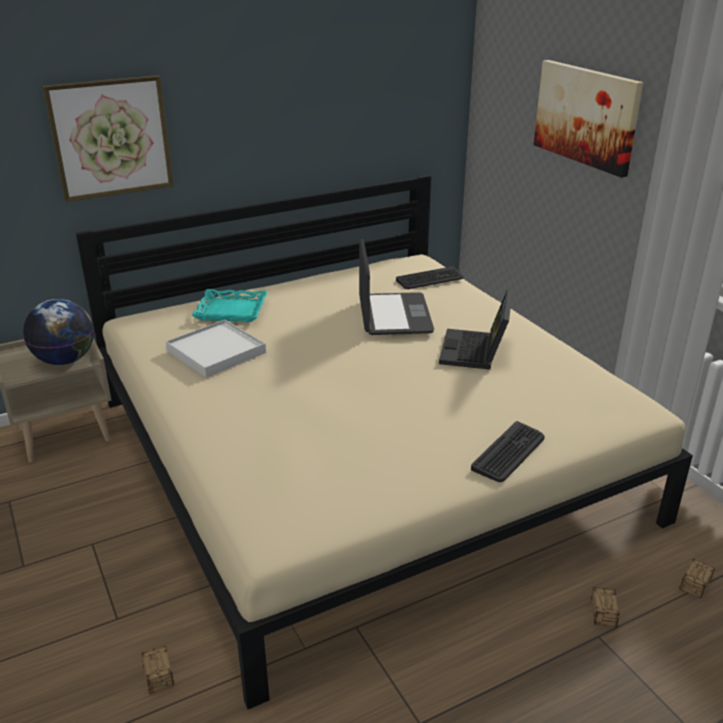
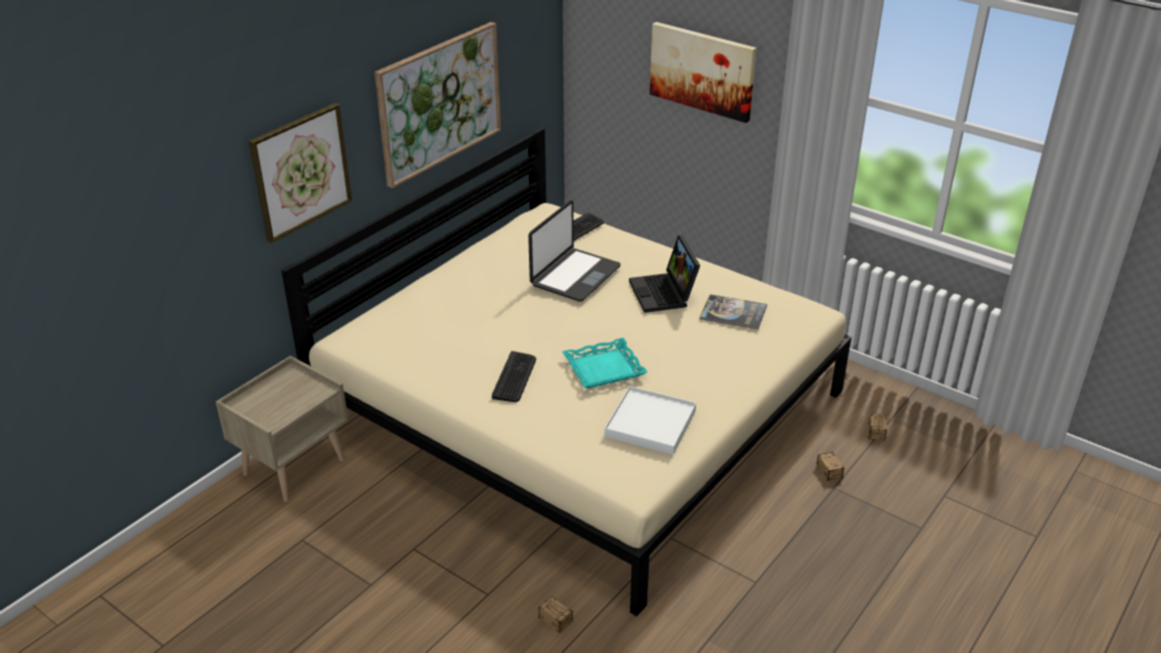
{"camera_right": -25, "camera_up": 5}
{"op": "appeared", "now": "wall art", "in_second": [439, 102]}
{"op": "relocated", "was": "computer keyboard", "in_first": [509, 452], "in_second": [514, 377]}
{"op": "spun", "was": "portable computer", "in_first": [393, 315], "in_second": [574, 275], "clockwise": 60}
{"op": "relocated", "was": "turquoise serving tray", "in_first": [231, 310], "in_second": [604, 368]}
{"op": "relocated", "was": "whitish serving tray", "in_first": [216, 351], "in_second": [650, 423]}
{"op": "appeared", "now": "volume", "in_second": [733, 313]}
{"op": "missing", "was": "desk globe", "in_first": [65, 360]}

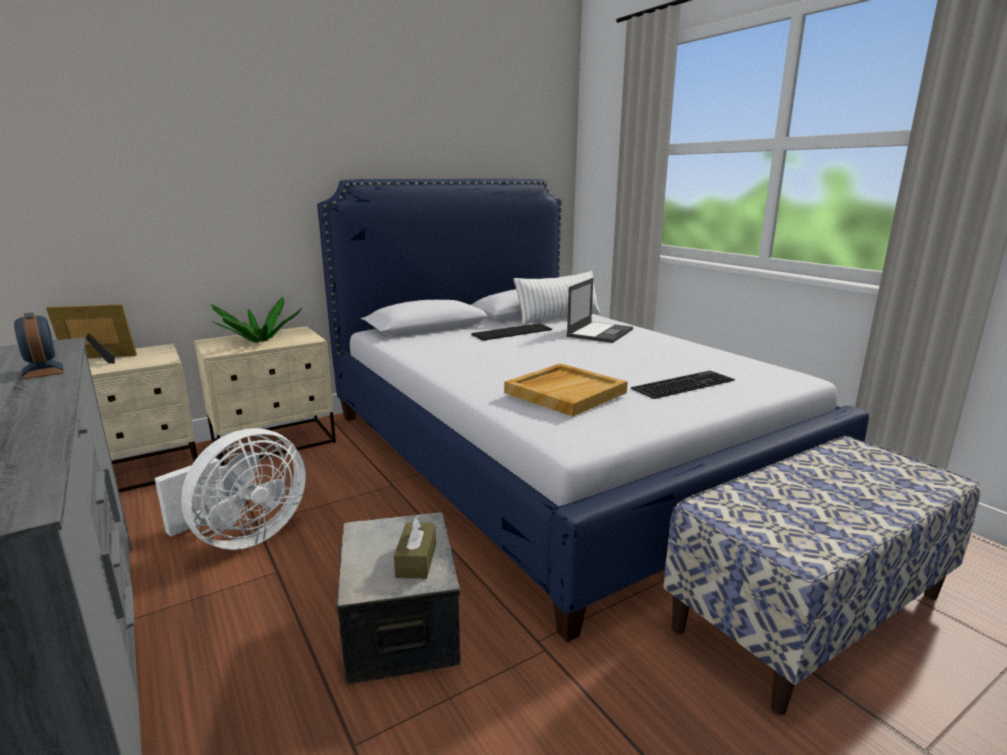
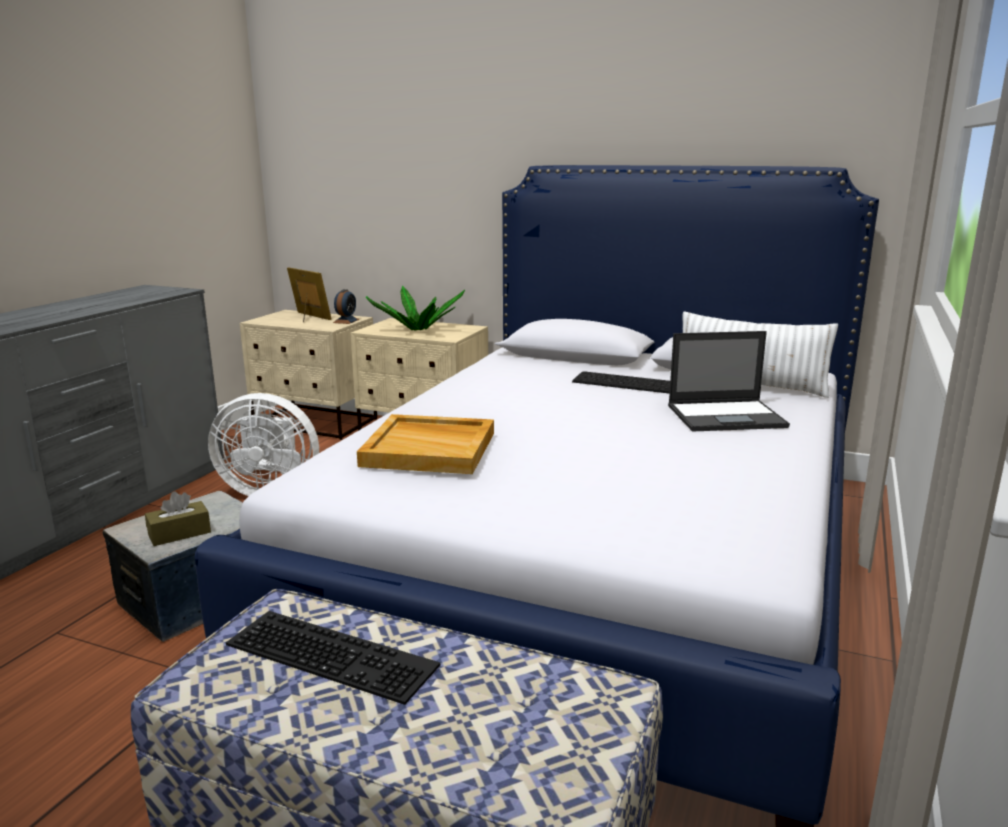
{"camera_right": 55, "camera_up": 0}
{"op": "relocated", "was": "computer keyboard", "in_first": [682, 383], "in_second": [335, 653]}
{"op": "relocated", "was": "alarm clock", "in_first": [43, 371], "in_second": [346, 321]}

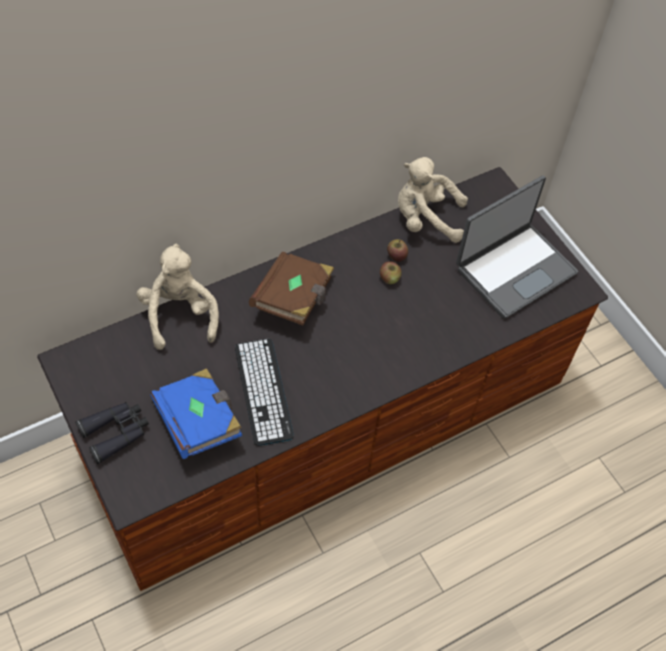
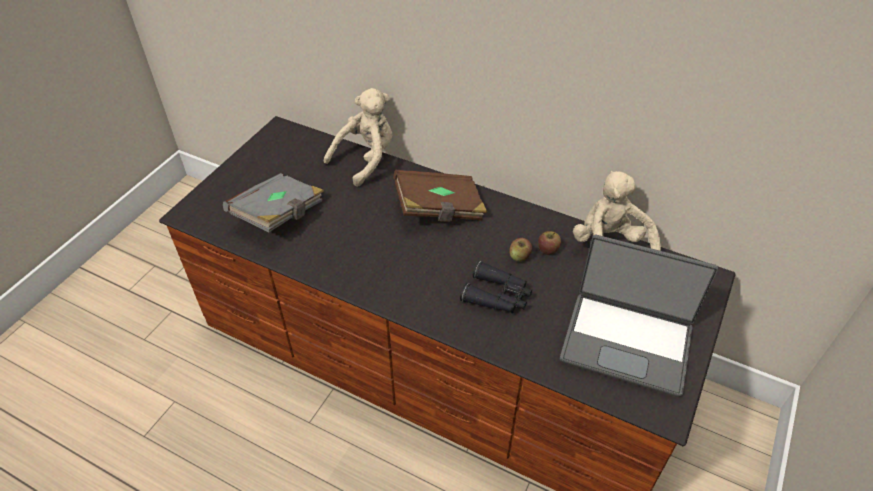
{"camera_right": 60, "camera_up": -10}
{"op": "colour", "was": "blue-coloured volume", "now": "grey volume", "in_first": [199, 421], "in_second": [279, 215]}
{"op": "relocated", "was": "black binoculars", "in_first": [116, 432], "in_second": [497, 296]}
{"op": "missing", "was": "computer keyboard", "in_first": [263, 391]}

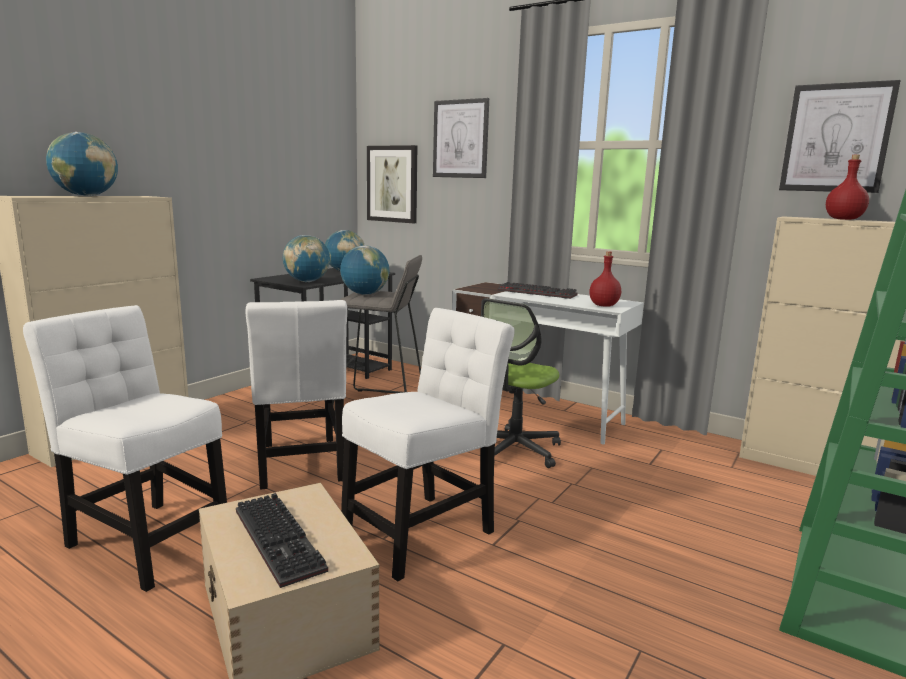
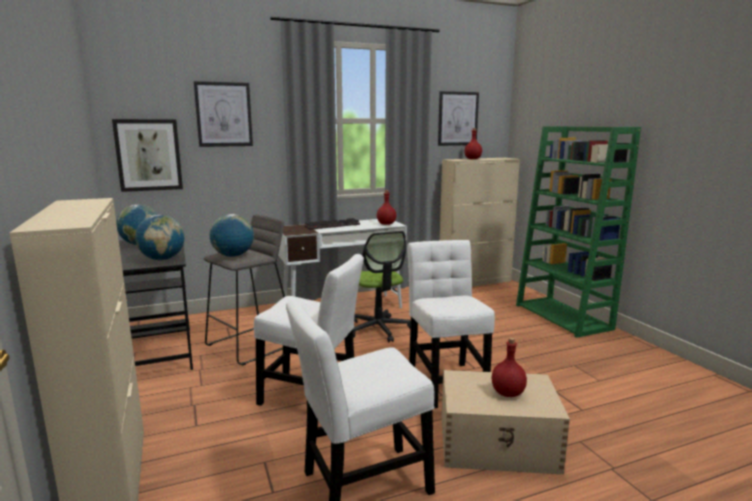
{"camera_right": -55, "camera_up": 0}
{"op": "exchanged", "was": "computer keyboard", "now": "reddish beverage bottle", "in_first": [282, 540], "in_second": [508, 393]}
{"op": "missing", "was": "desk globe", "in_first": [86, 196]}

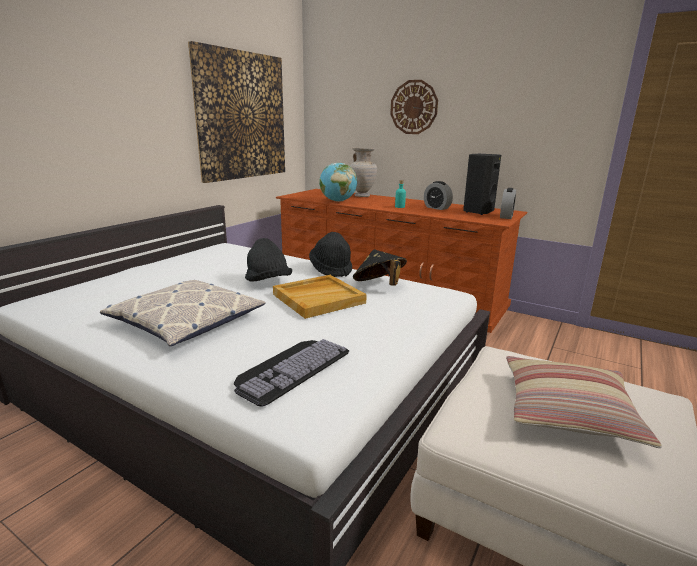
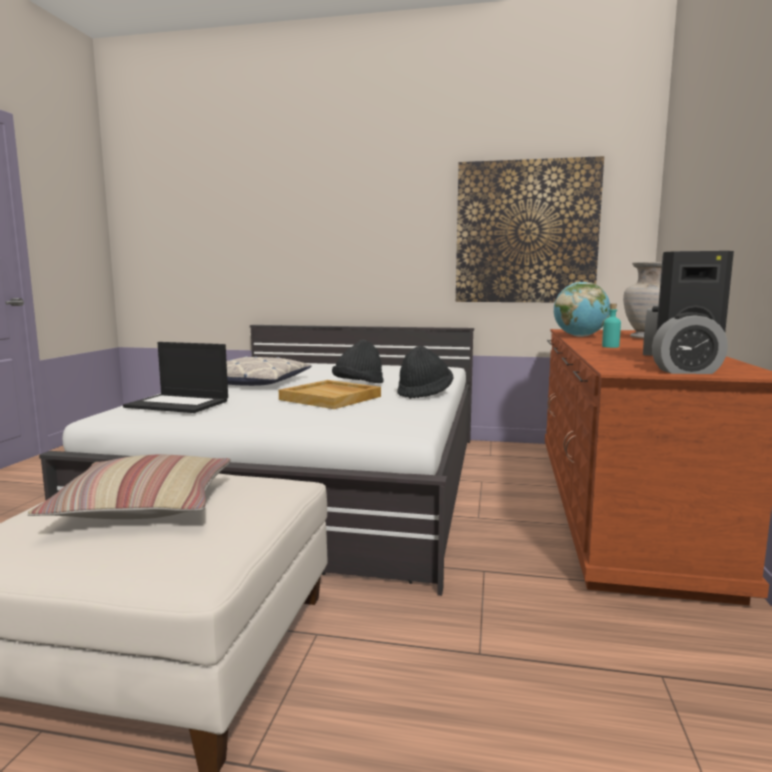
{"camera_right": 70, "camera_up": -10}
{"op": "exchanged", "was": "computer keyboard", "now": "portable computer", "in_first": [291, 367], "in_second": [179, 404]}
{"op": "missing", "was": "black wearable hat", "in_first": [379, 286]}
{"op": "missing", "was": "hanging clock", "in_first": [414, 107]}

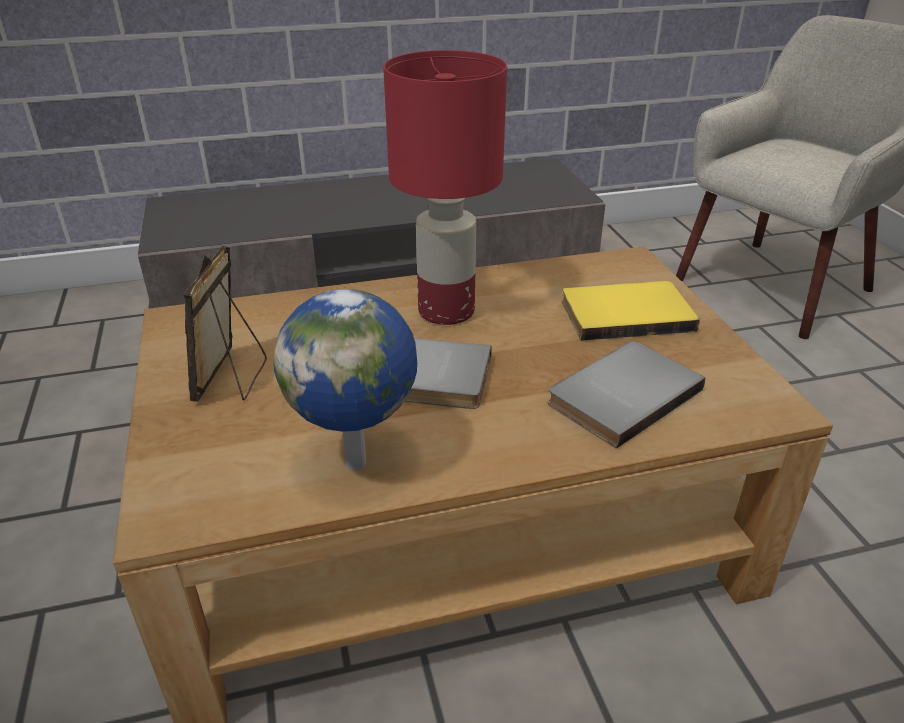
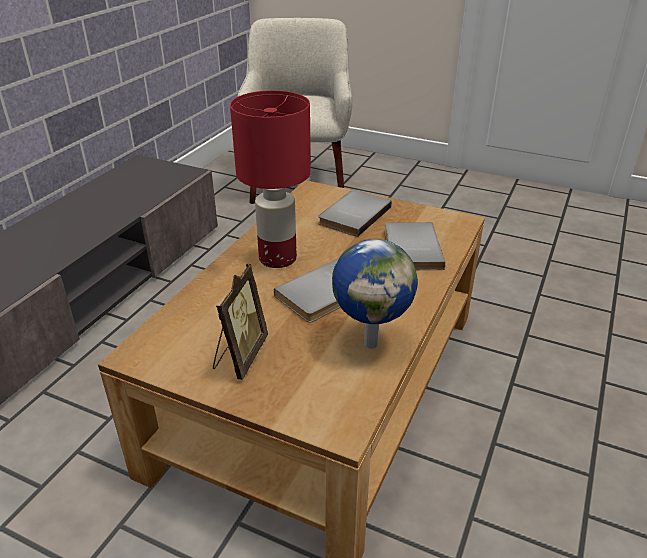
{"camera_right": -50, "camera_up": 0}
{"op": "spun", "was": "standing frame", "in_first": [233, 379], "in_second": [240, 356], "clockwise": -120}
{"op": "colour", "was": "yellowish volume", "now": "grey volume", "in_first": [625, 313], "in_second": [352, 215]}

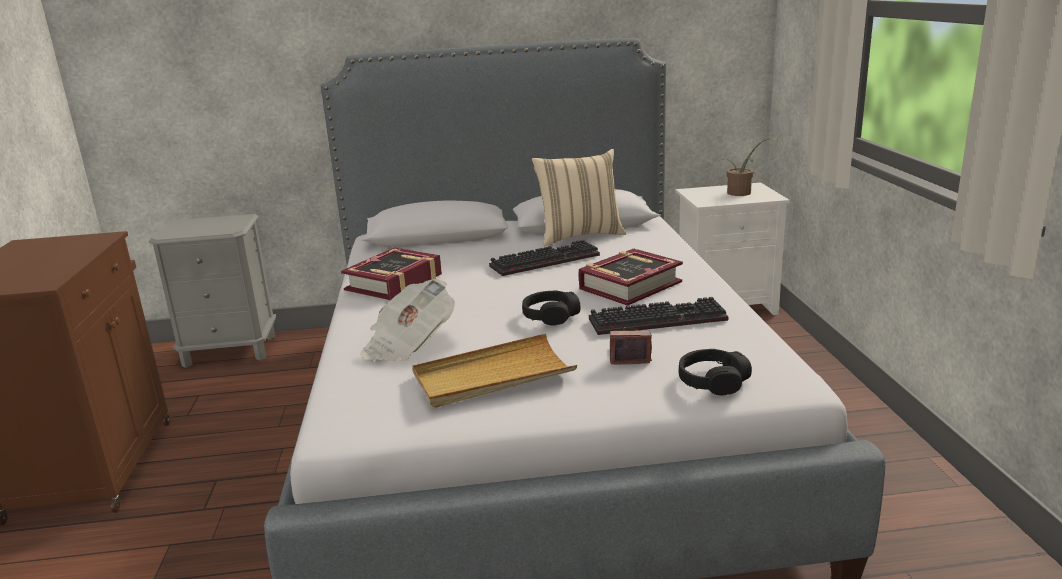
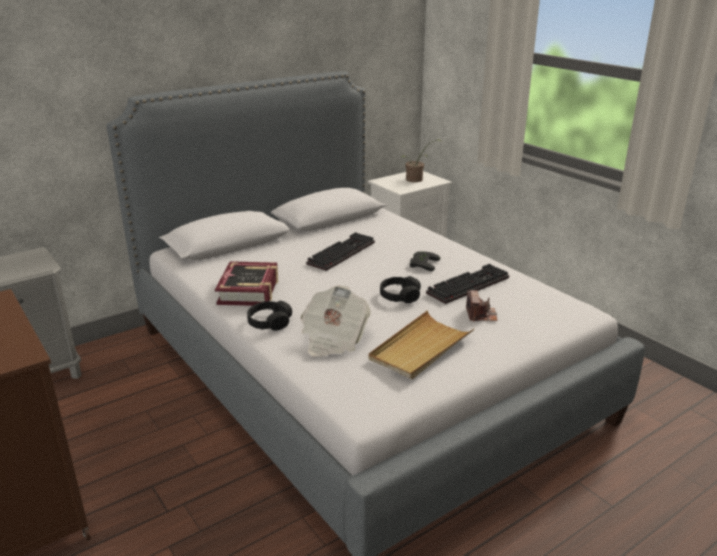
{"camera_right": -30, "camera_up": 5}
{"op": "relocated", "was": "black headphones", "in_first": [713, 381], "in_second": [269, 322]}
{"op": "exchanged", "was": "volume", "now": "black gamepad", "in_first": [629, 285], "in_second": [422, 263]}
{"op": "spun", "was": "photo camera", "in_first": [628, 356], "in_second": [481, 315], "clockwise": 120}
{"op": "missing", "was": "sand-coloured throw pillow", "in_first": [579, 236]}

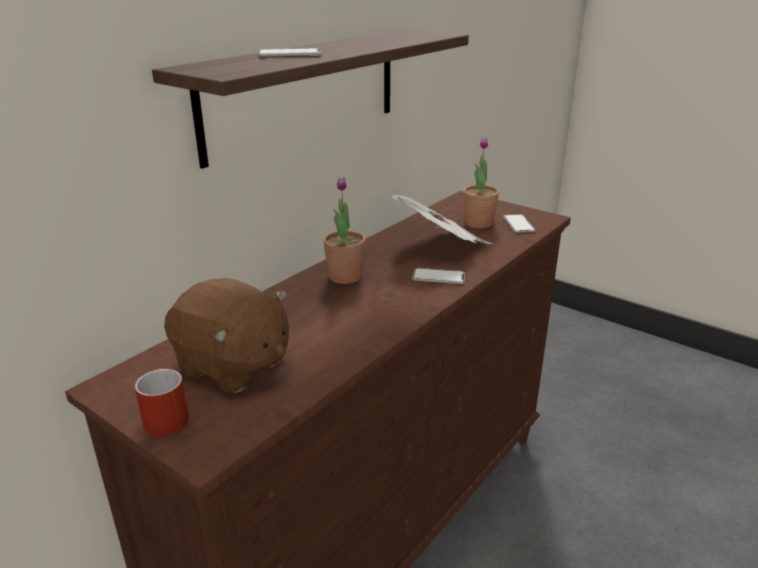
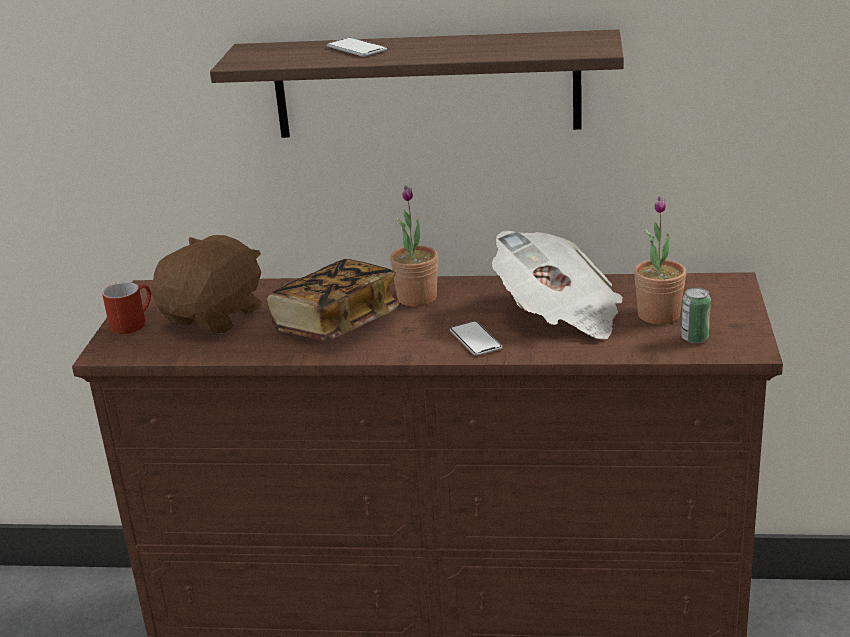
{"camera_right": 60, "camera_up": 0}
{"op": "spun", "was": "brown-coloured cuddly toy", "in_first": [233, 365], "in_second": [215, 316], "clockwise": -150}
{"op": "appeared", "now": "volume", "in_second": [336, 324]}
{"op": "exchanged", "was": "telephone", "now": "can", "in_first": [518, 224], "in_second": [694, 338]}

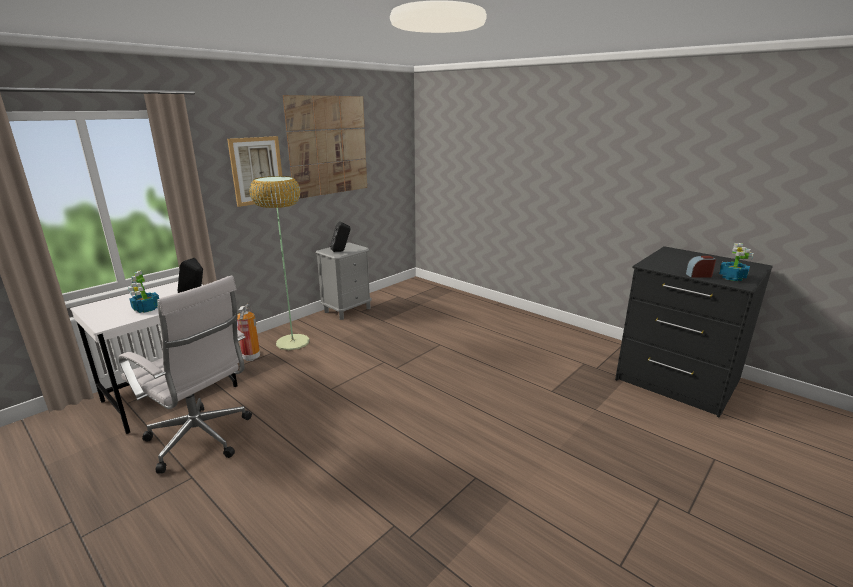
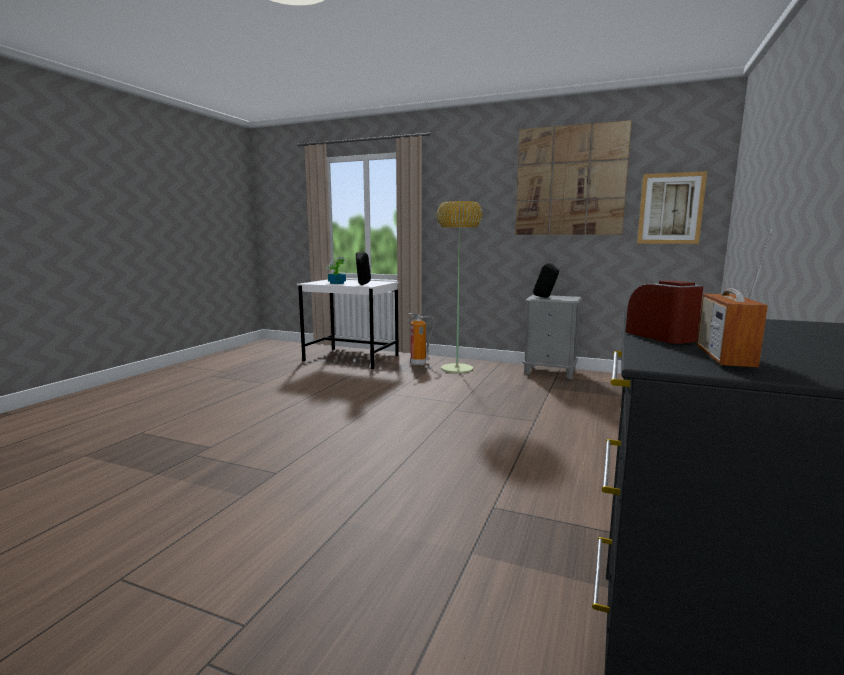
{"camera_right": 70, "camera_up": -10}
{"op": "relocated", "was": "wall art", "in_first": [257, 170], "in_second": [670, 208]}
{"op": "exchanged", "was": "potted plant", "now": "radio", "in_first": [732, 278], "in_second": [724, 358]}
{"op": "missing", "was": "whitish office chair", "in_first": [202, 440]}

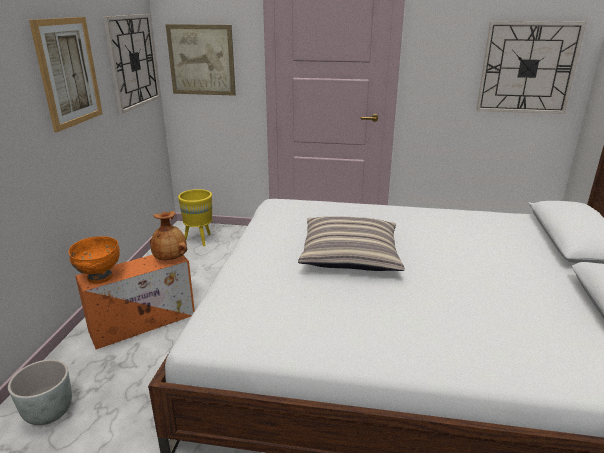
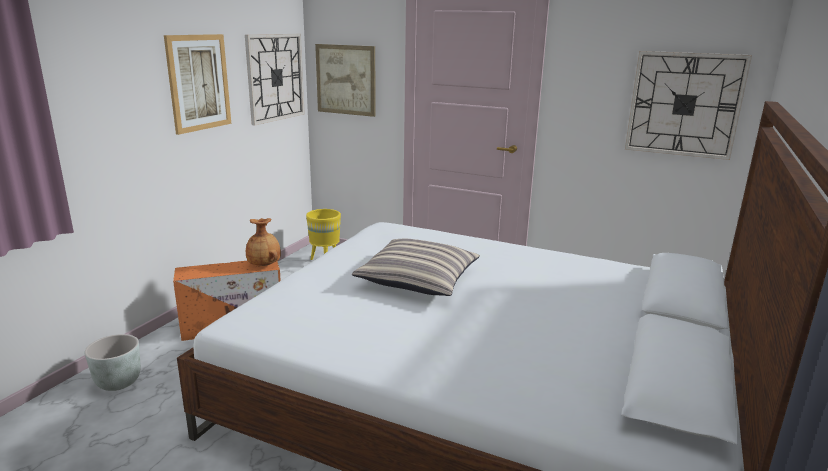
{"camera_right": 15, "camera_up": -5}
{"op": "missing", "was": "orange serving bowl", "in_first": [99, 277]}

